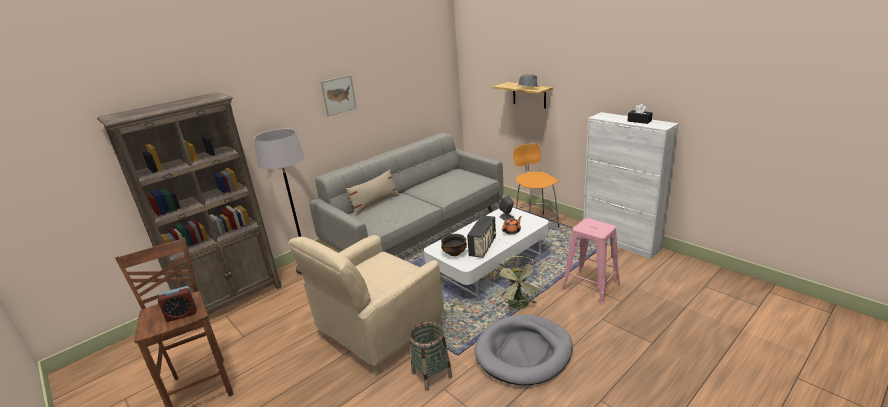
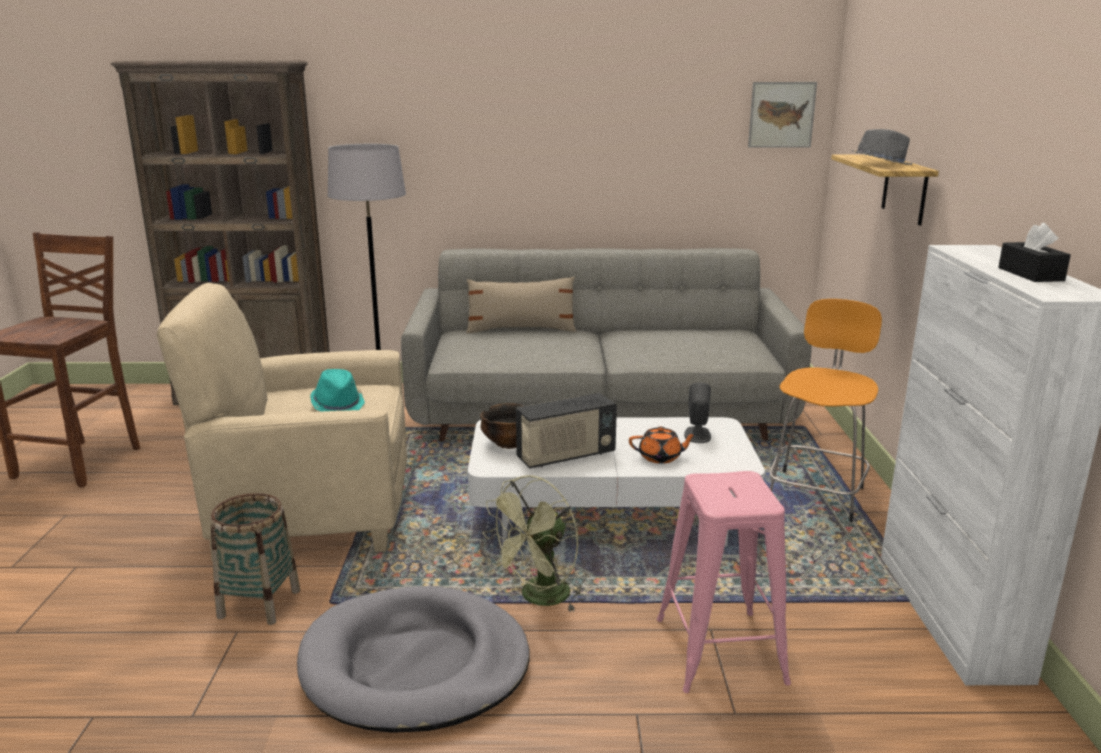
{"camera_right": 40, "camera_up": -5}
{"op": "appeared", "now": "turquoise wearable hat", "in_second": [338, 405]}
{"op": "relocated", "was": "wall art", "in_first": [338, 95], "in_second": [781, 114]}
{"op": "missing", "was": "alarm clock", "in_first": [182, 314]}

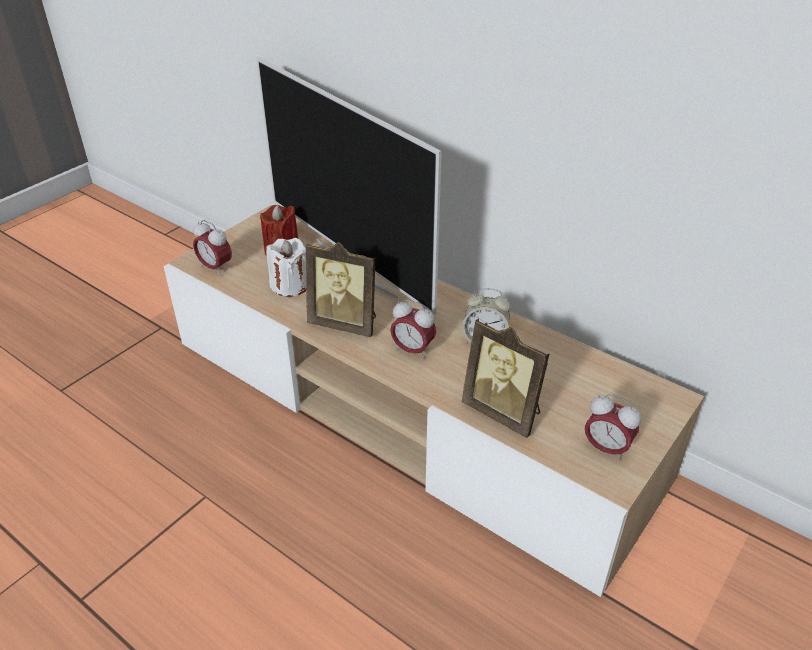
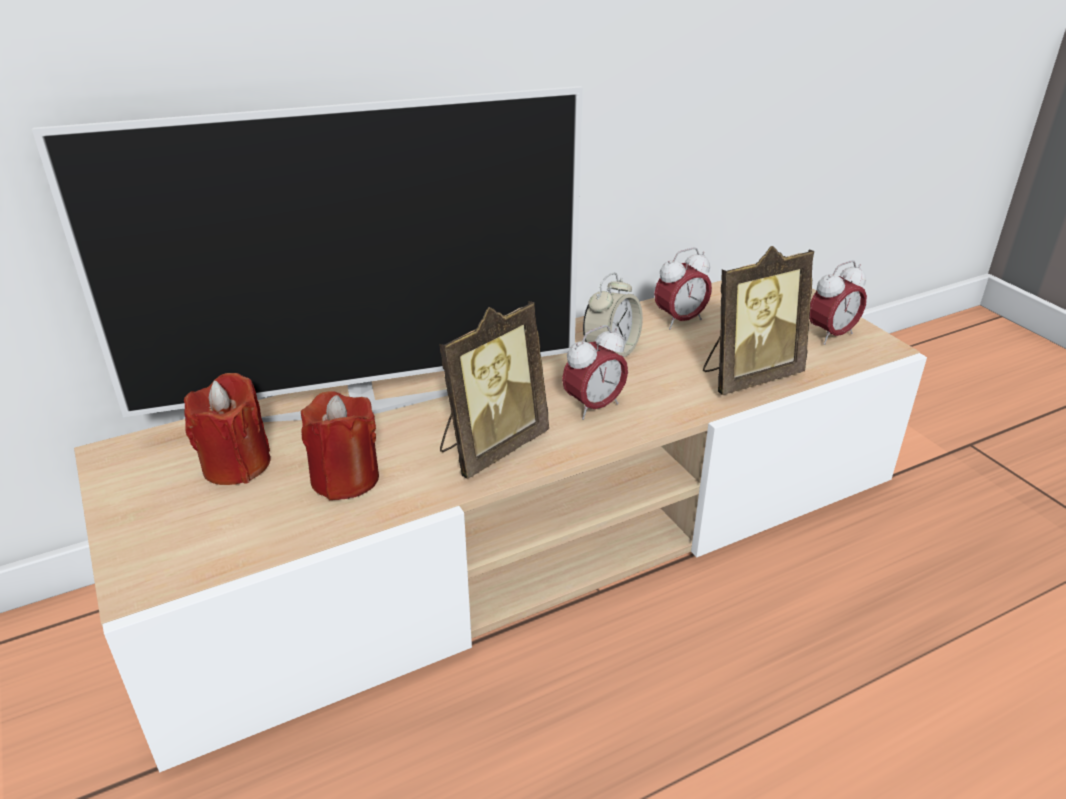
{"camera_right": -65, "camera_up": -5}
{"op": "colour", "was": "whitish wax light", "now": "reddish wax light", "in_first": [290, 286], "in_second": [345, 478]}
{"op": "relocated", "was": "alarm clock", "in_first": [215, 268], "in_second": [680, 321]}

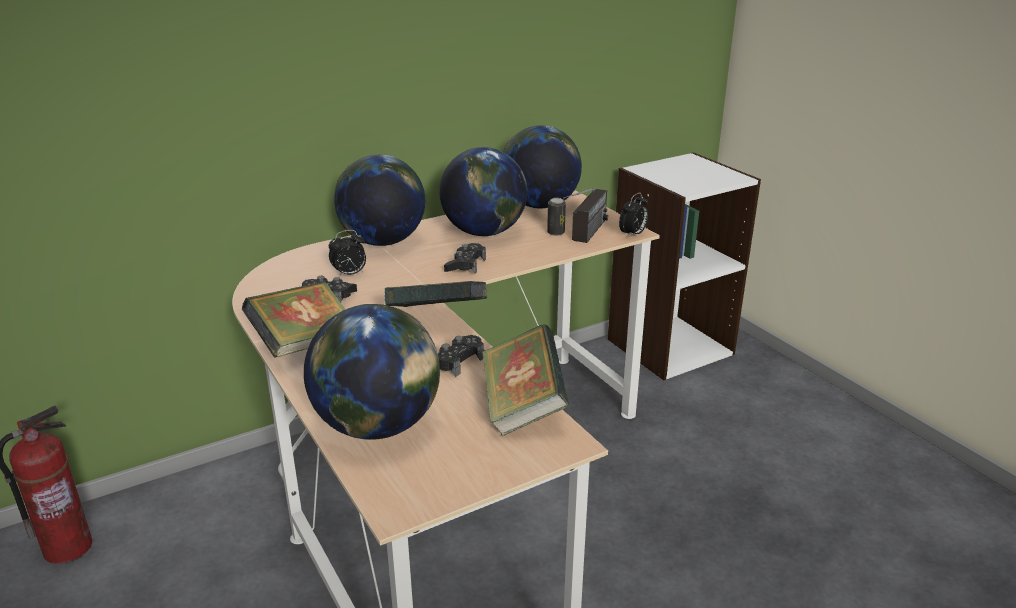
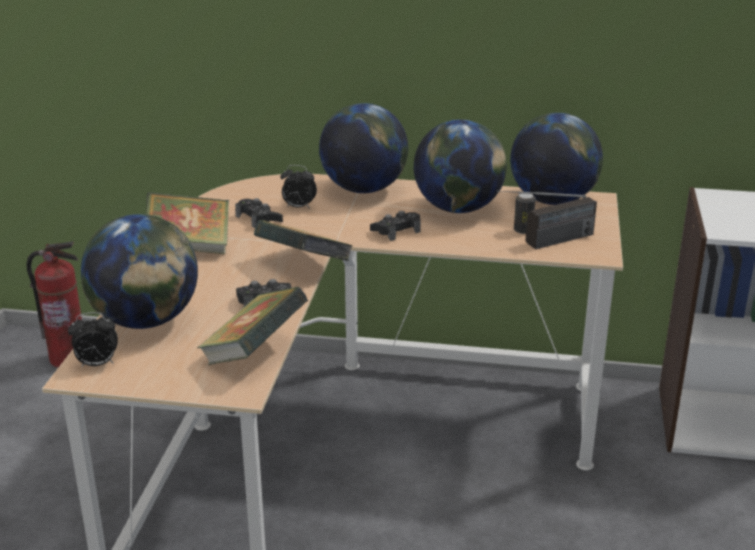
{"camera_right": 40, "camera_up": 0}
{"op": "relocated", "was": "alarm clock", "in_first": [633, 234], "in_second": [97, 364]}

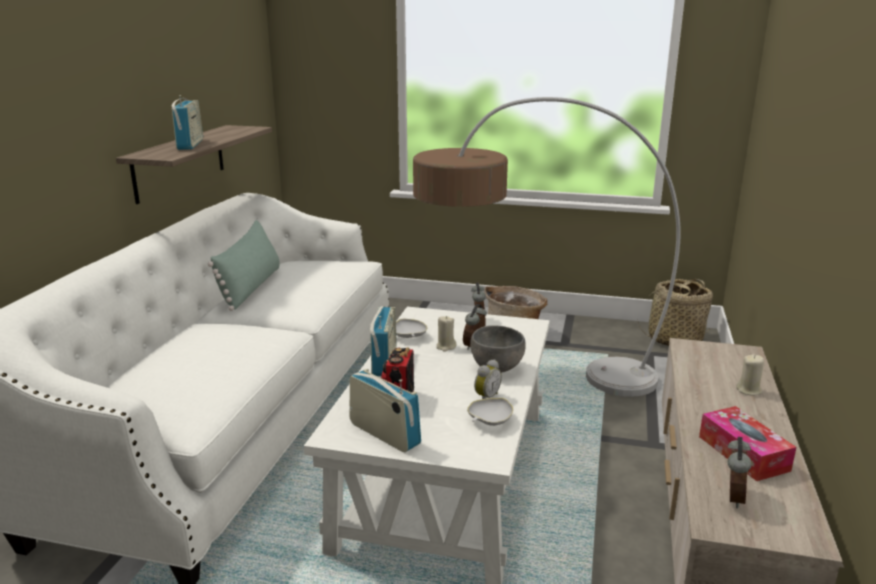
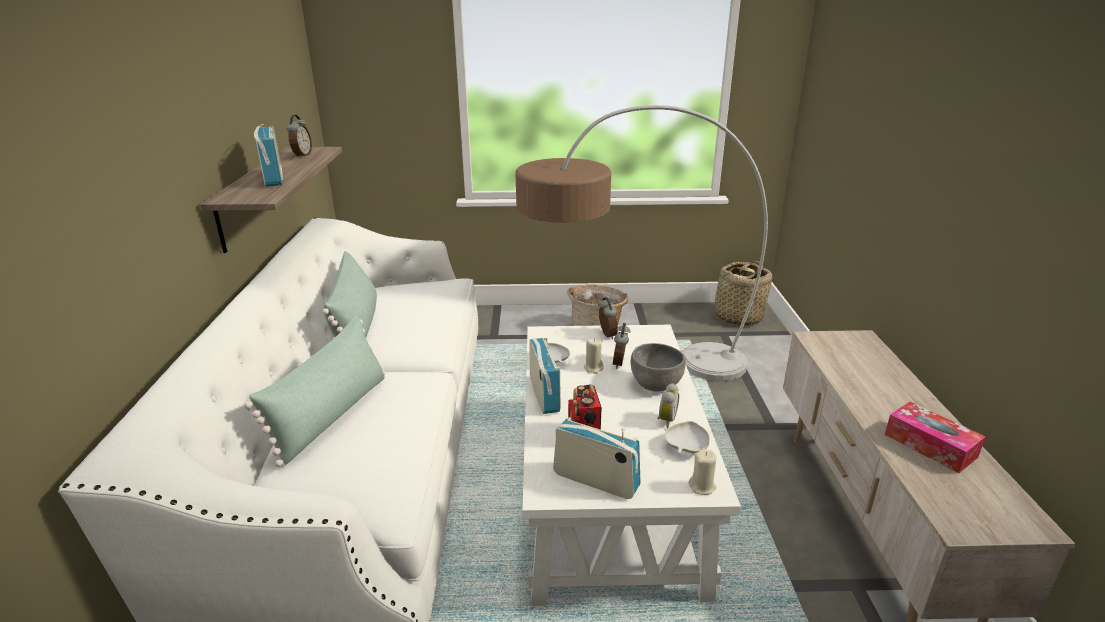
{"camera_right": -15, "camera_up": 5}
{"op": "appeared", "now": "green-coloured throw pillow", "in_second": [332, 415]}
{"op": "relocated", "was": "alarm clock", "in_first": [732, 497], "in_second": [302, 156]}
{"op": "relocated", "was": "sand-coloured wax light", "in_first": [749, 390], "in_second": [702, 486]}

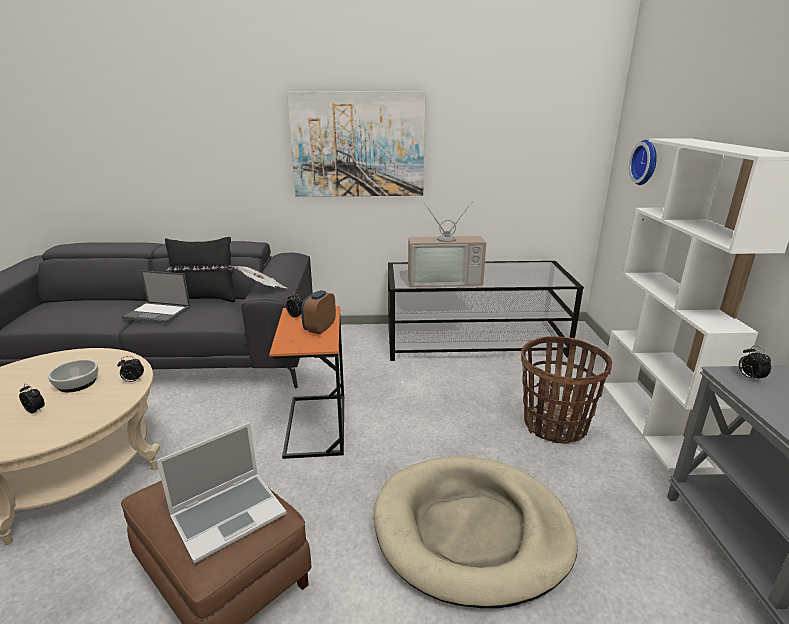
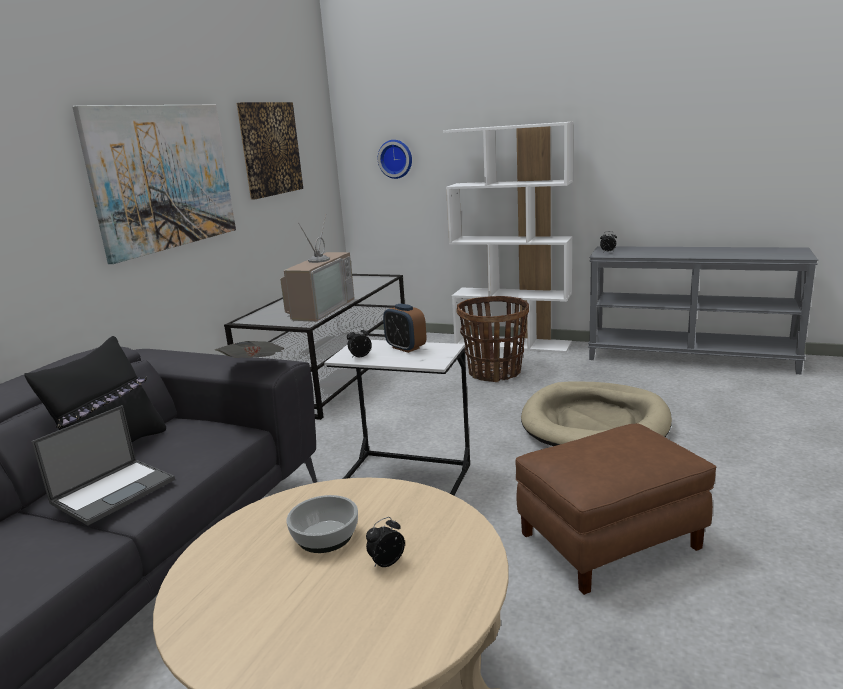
{"camera_right": -65, "camera_up": -5}
{"op": "appeared", "now": "wall art", "in_second": [270, 149]}
{"op": "colour", "was": "orange side table", "now": "whitish side table", "in_first": [316, 425], "in_second": [406, 474]}
{"op": "missing", "was": "alarm clock", "in_first": [133, 381]}
{"op": "missing", "was": "portable computer", "in_first": [229, 515]}

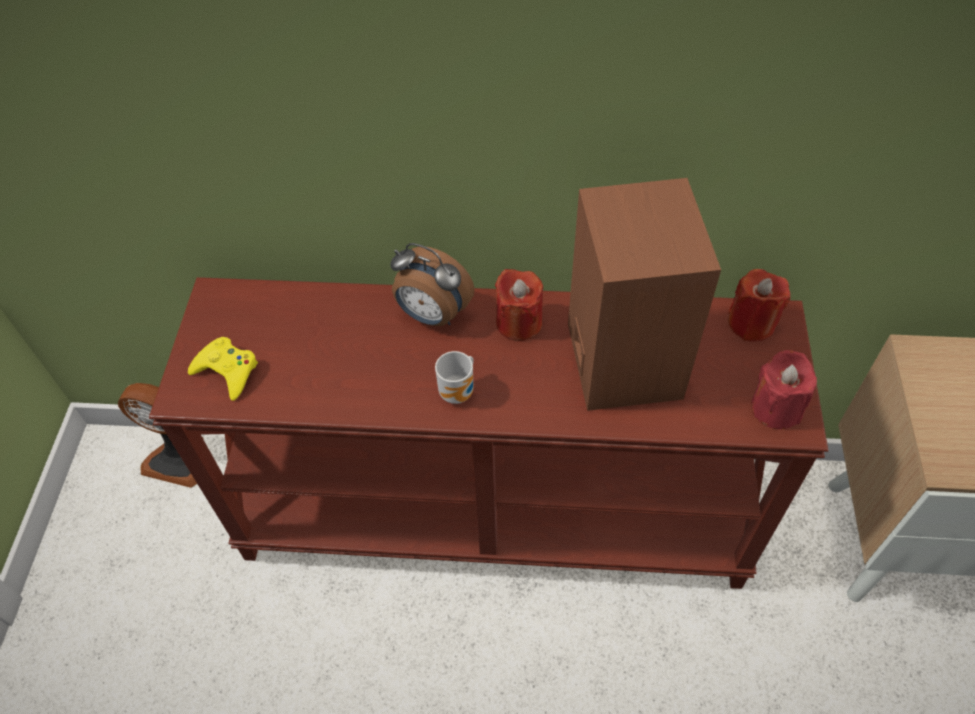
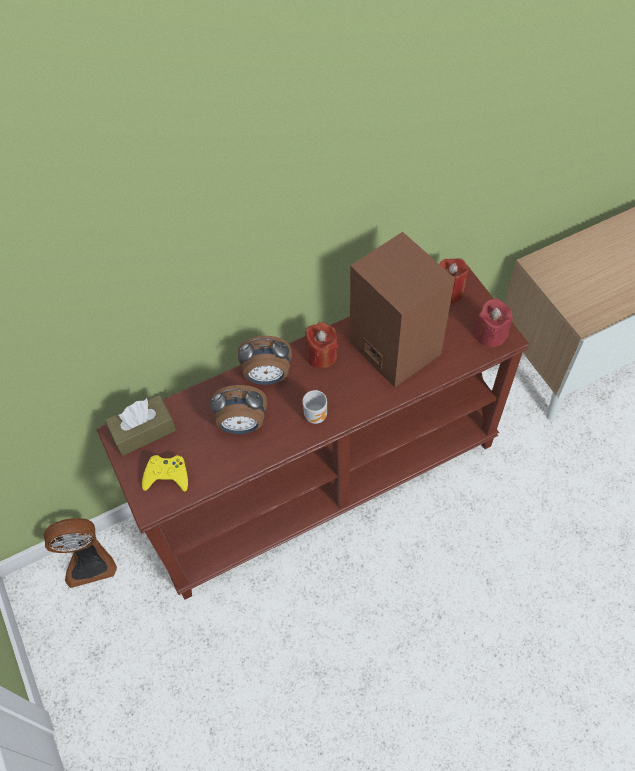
{"camera_right": -30, "camera_up": 5}
{"op": "appeared", "now": "brown-coloured tissue box", "in_second": [143, 431]}
{"op": "appeared", "now": "alarm clock", "in_second": [242, 425]}

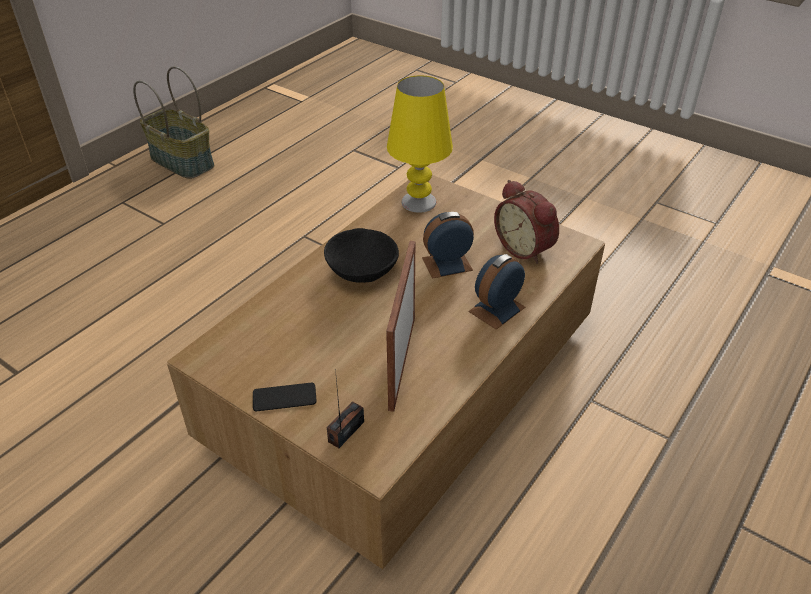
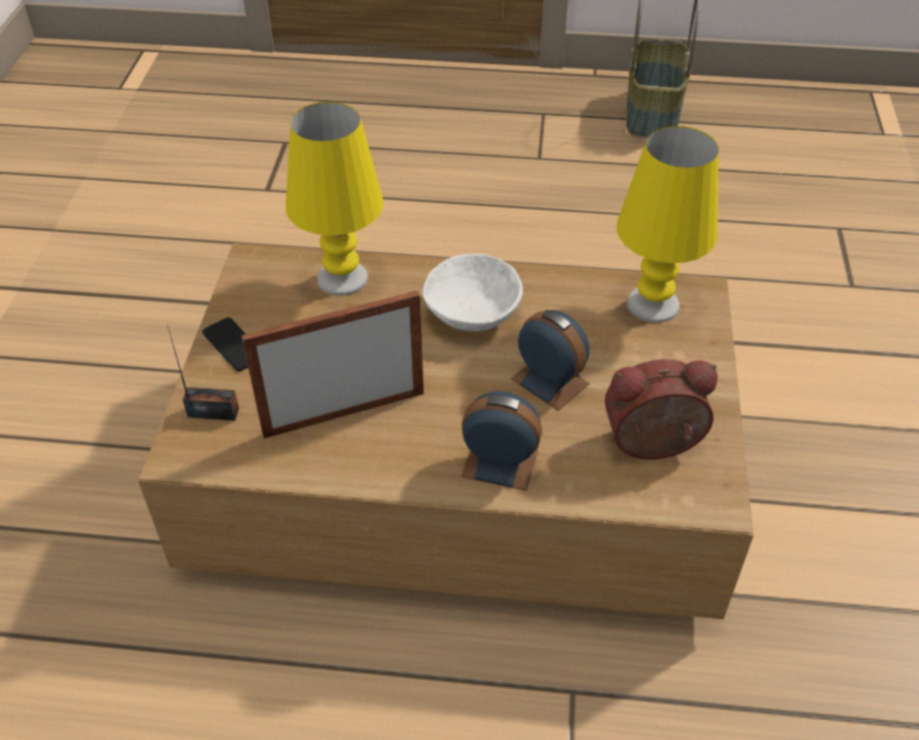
{"camera_right": 60, "camera_up": 5}
{"op": "appeared", "now": "yellowish tabletop lamp", "in_second": [341, 278]}
{"op": "colour", "was": "black serving bowl", "now": "whitish serving bowl", "in_first": [361, 271], "in_second": [473, 312]}
{"op": "spun", "was": "alarm clock", "in_first": [525, 248], "in_second": [653, 447], "clockwise": 60}

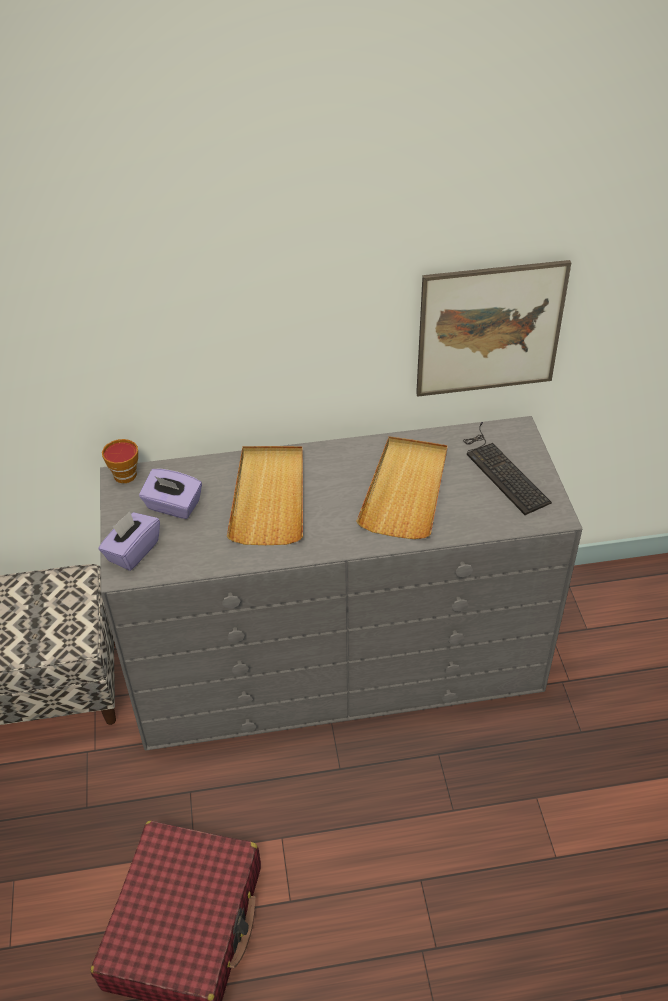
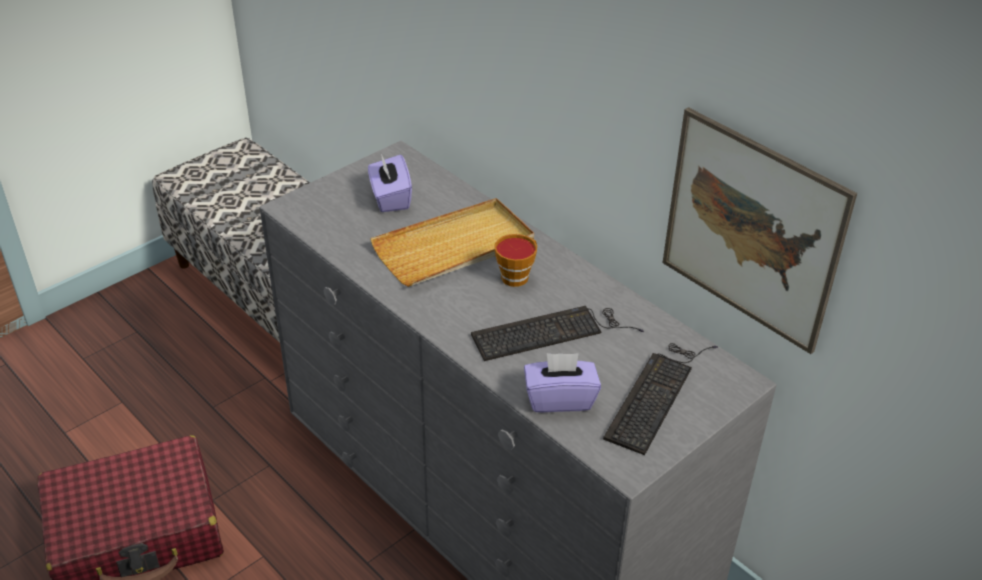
{"camera_right": 55, "camera_up": -5}
{"op": "exchanged", "was": "sand-coloured serving tray", "now": "computer keyboard", "in_first": [406, 490], "in_second": [552, 332]}
{"op": "relocated", "was": "small cup", "in_first": [124, 473], "in_second": [517, 276]}
{"op": "relocated", "was": "purplish tissue box", "in_first": [132, 551], "in_second": [559, 398]}

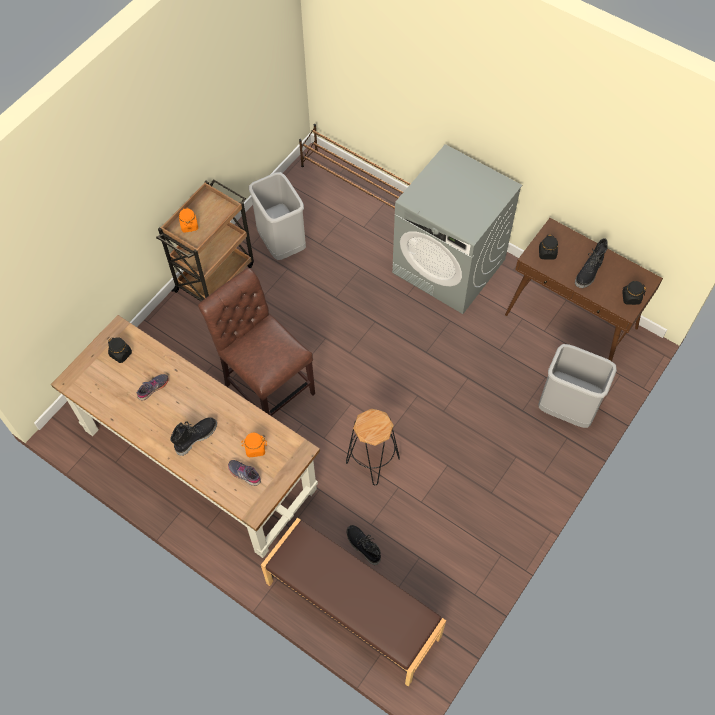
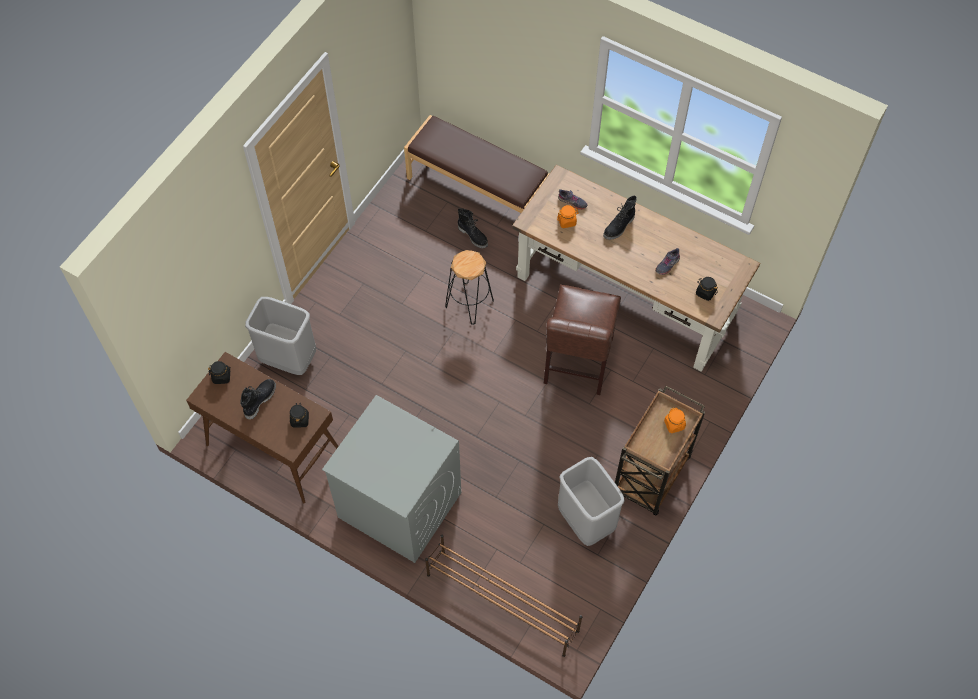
{"camera_right": 175, "camera_up": 0}
{"op": "spun", "was": "brown-coloured upright chair", "in_first": [266, 385], "in_second": [576, 364], "clockwise": 60}

